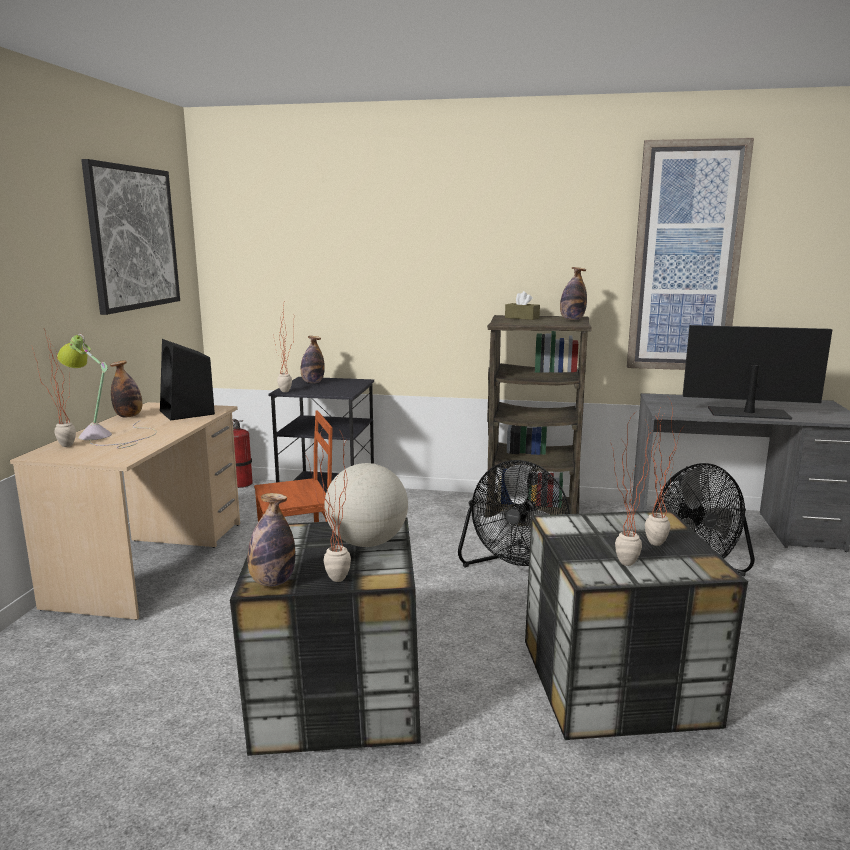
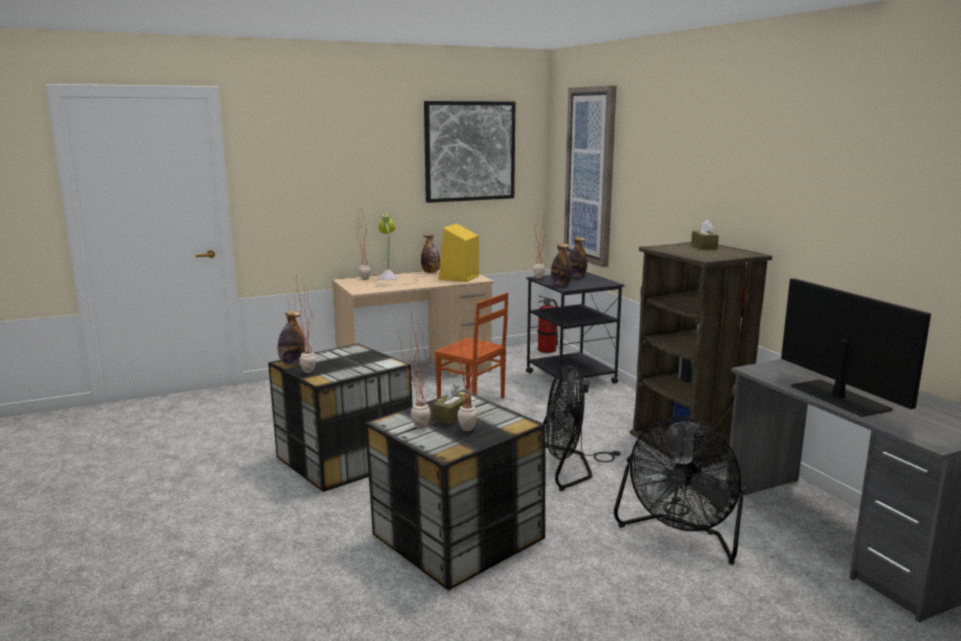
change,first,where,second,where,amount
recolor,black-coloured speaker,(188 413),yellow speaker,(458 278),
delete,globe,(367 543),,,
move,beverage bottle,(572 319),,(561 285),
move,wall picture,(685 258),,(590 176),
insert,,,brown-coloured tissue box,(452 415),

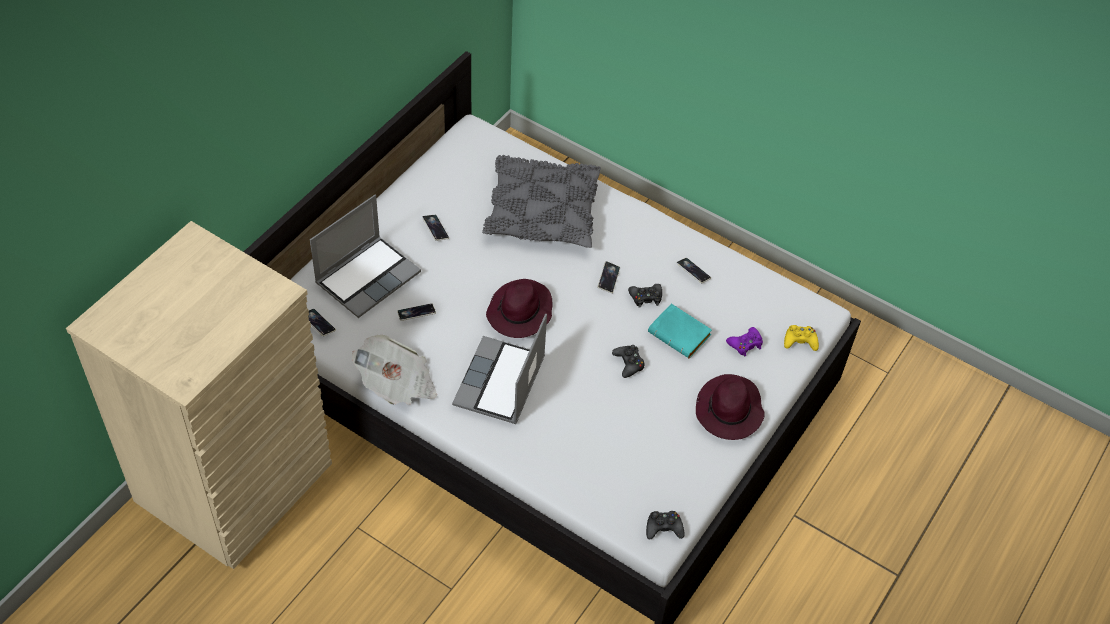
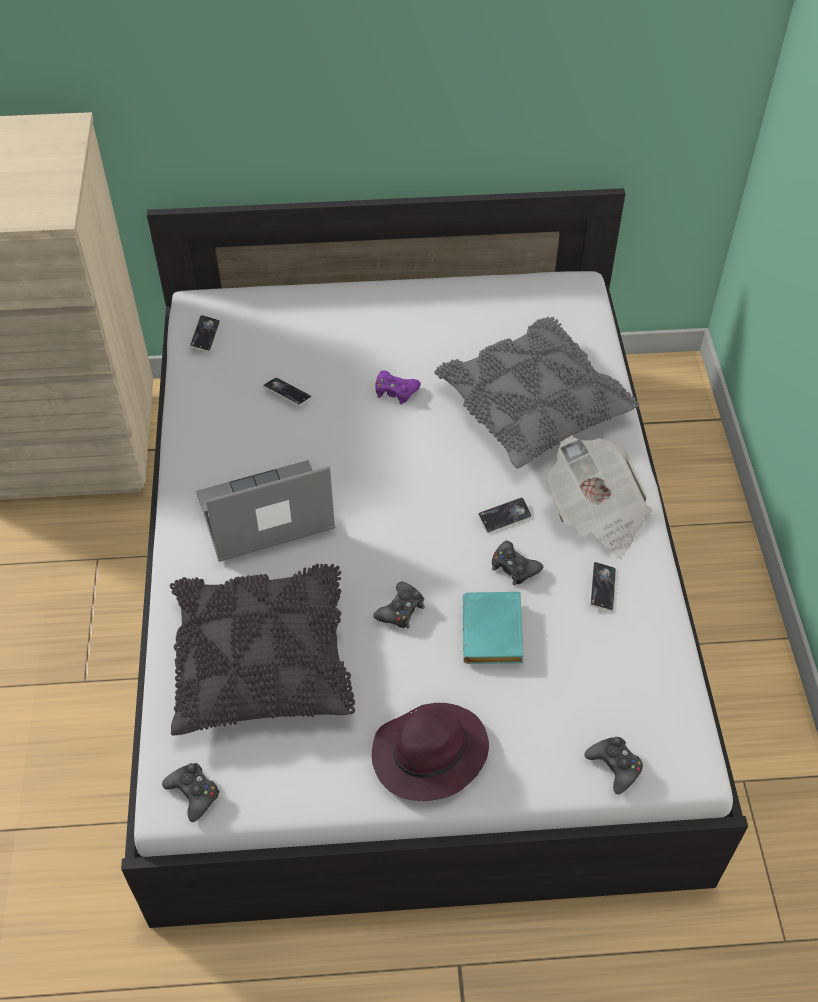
change,first,where,second,where,amount
delete,portable computer,(368 277),,,
move,newspaper,(397 384),,(597 513),
delete,phone,(435 229),,,
delete,purplish wearable hat,(520 312),,,
move,purplish gamepad,(745 344),,(395 391),
recolor,yellow gamepad,(800 341),black-coloured gamepad,(615 766),
insert,,,black-coloured cushion,(262 661),

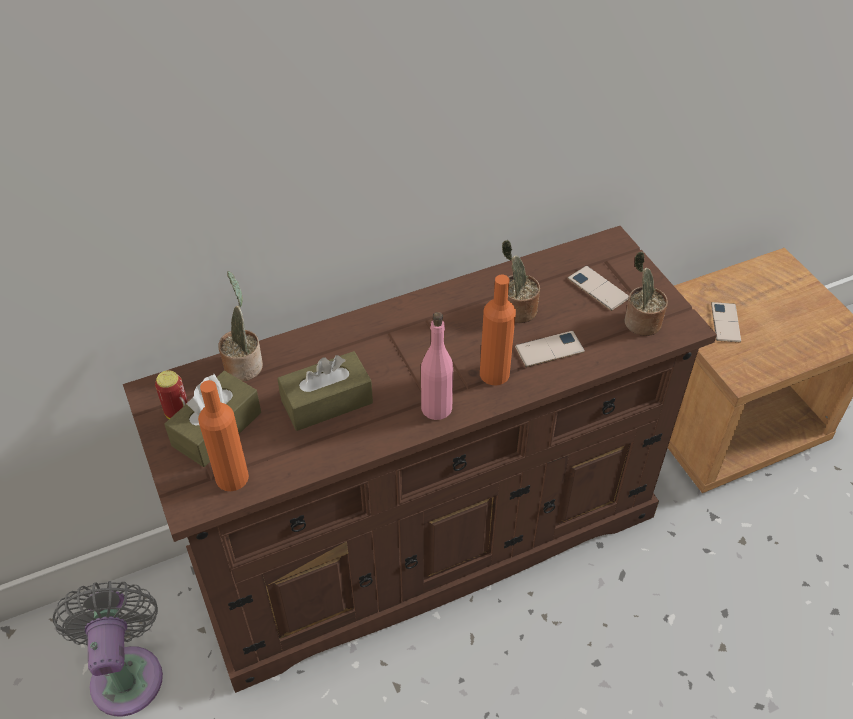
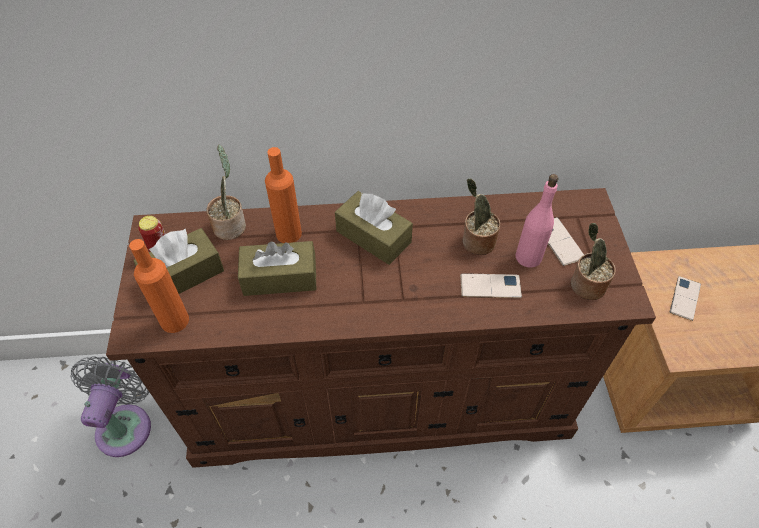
change,first,where,second,where,amount
move,pink beverage bottle,(436 407),,(528 256),
move,orange beverage bottle,(494 373),,(288 233),
insert,,,brown-coloured tissue box,(373 236),

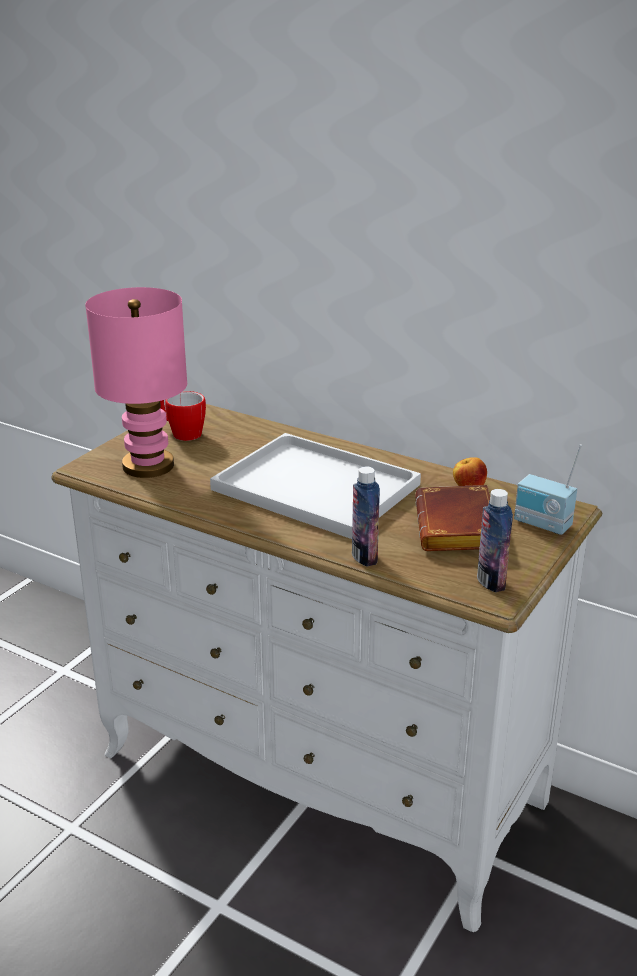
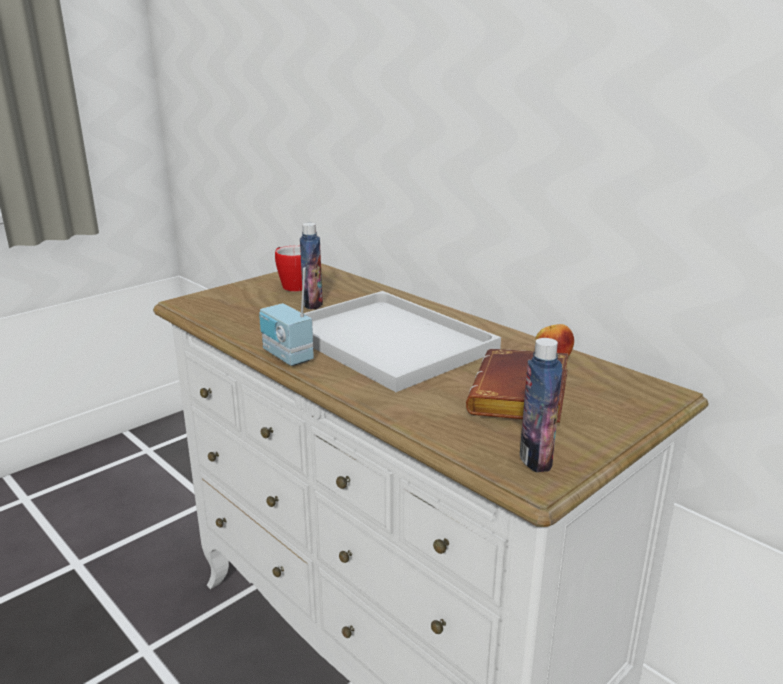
change,first,where,second,where,amount
delete,pink lamp for a table,(149 465),,,
move,beverage bottle,(364 557),,(312 304),
move,radio,(542 525),,(286 356),

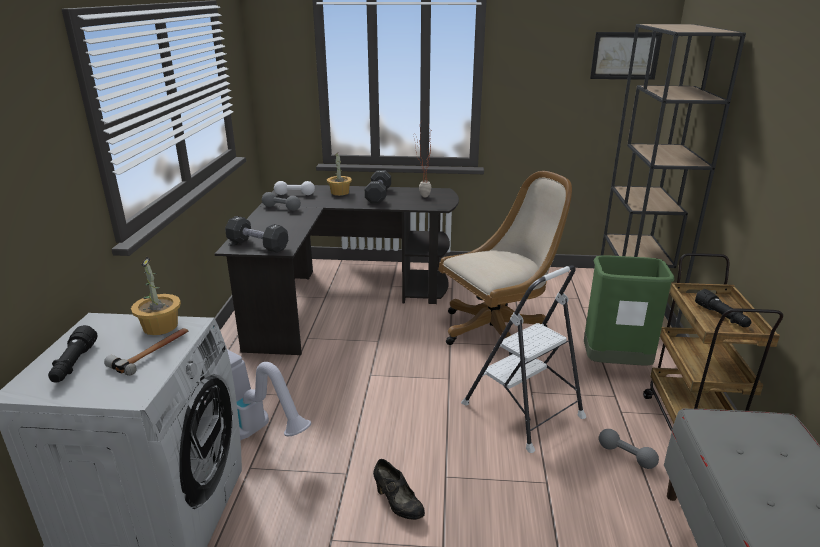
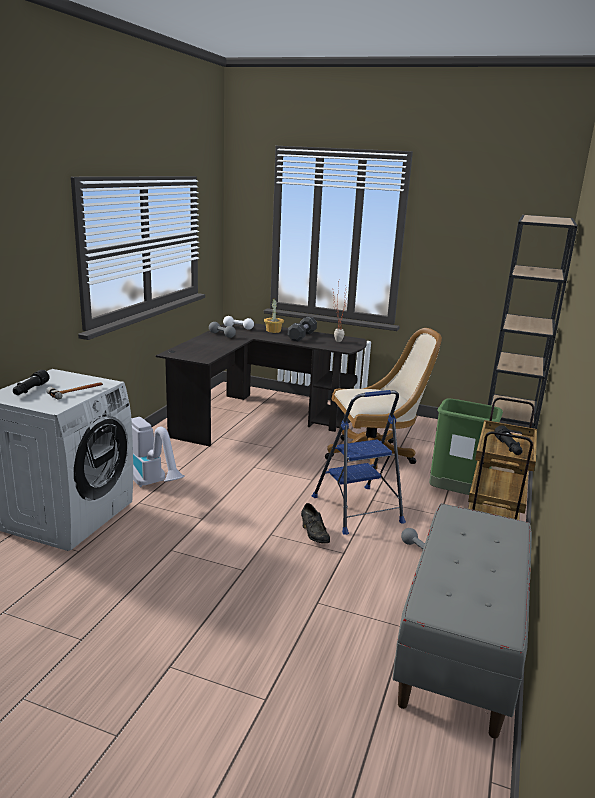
change,first,where,second,where,amount
delete,potted plant,(161 326),,,
delete,black-coloured free weight,(258 245),,,
move,black-coloured shoe,(397 503),,(314 535),
recolor,whitish stepladder,(525 411),blue stepladder,(358 510),
delete,wall picture,(625 55),,,

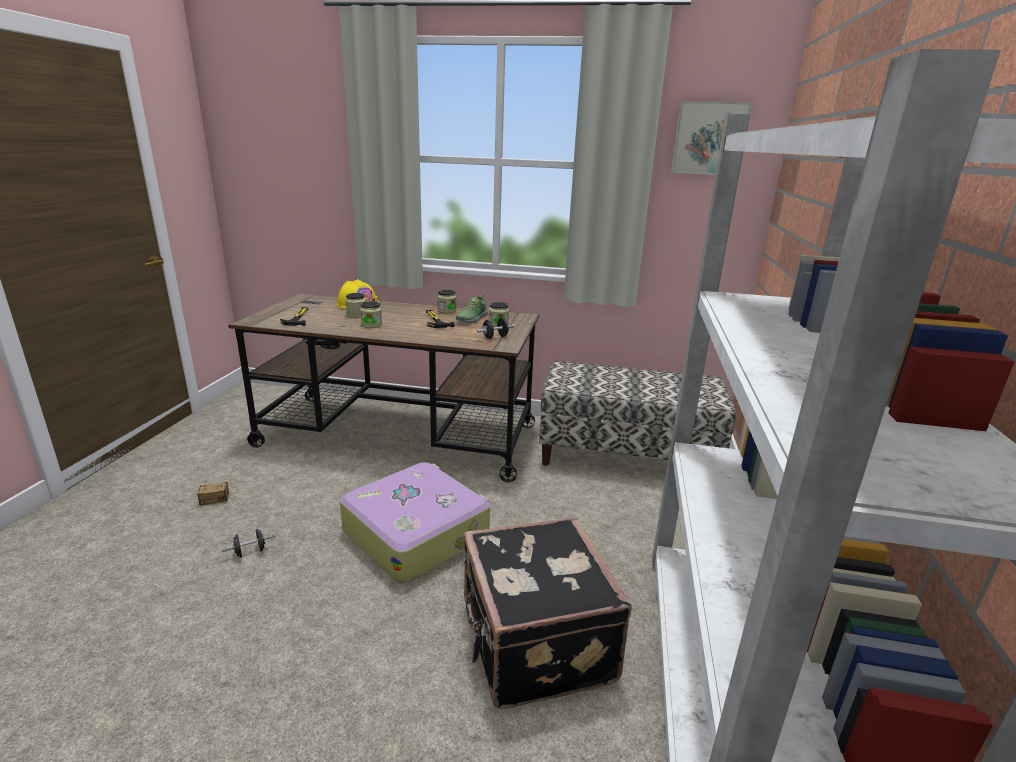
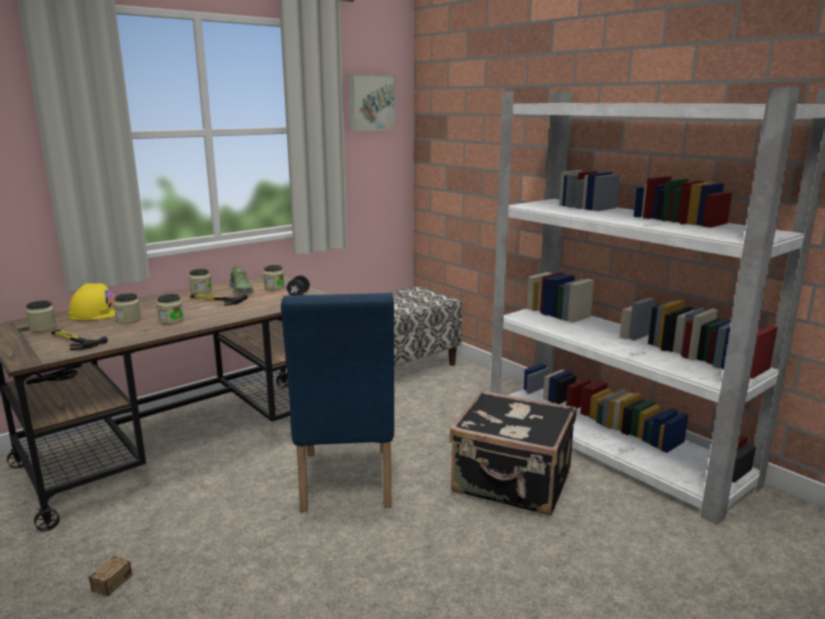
change,first,where,second,where,amount
delete,black-coloured free weight,(250 552),,,
replace,travel case,(417 533),blue chair,(345 485),
insert,,,jar,(43 328),

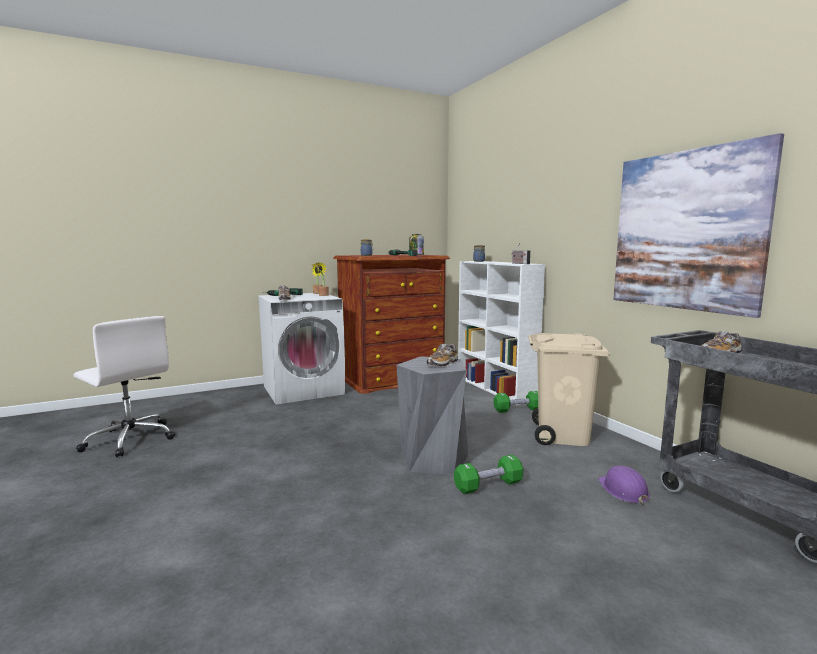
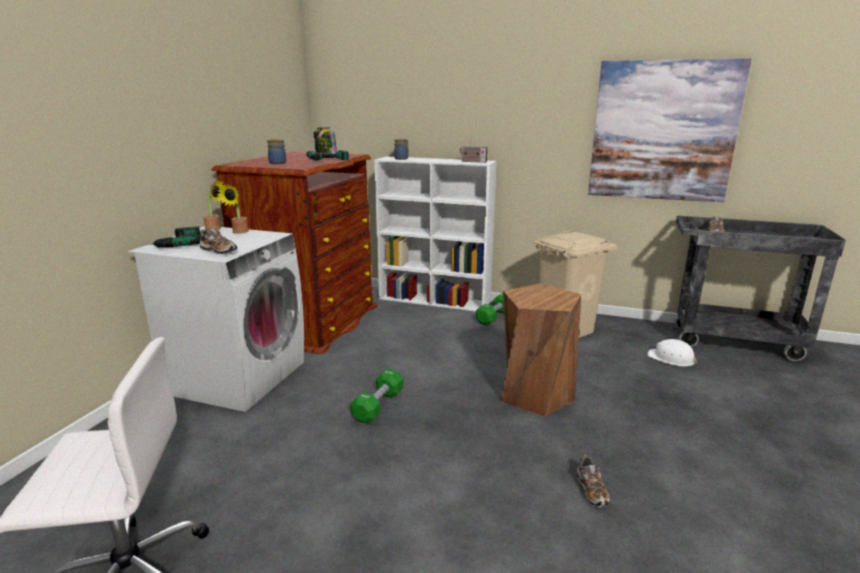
change,first,where,second,where,amount
recolor,gray stool,(433 459),brown-coloured stool,(535 395),
move,shoe,(443 364),,(591 490),
move,greenish free weight,(488 485),,(378 406),
recolor,purplish hard hat,(623 490),whitish hard hat,(671 358),

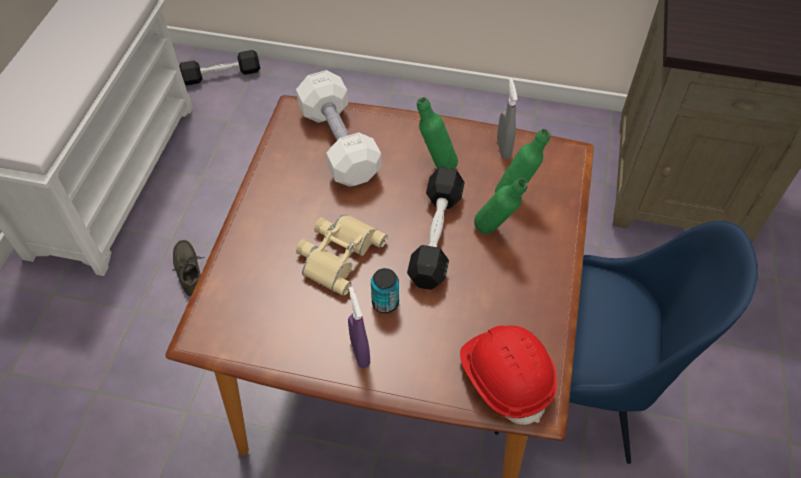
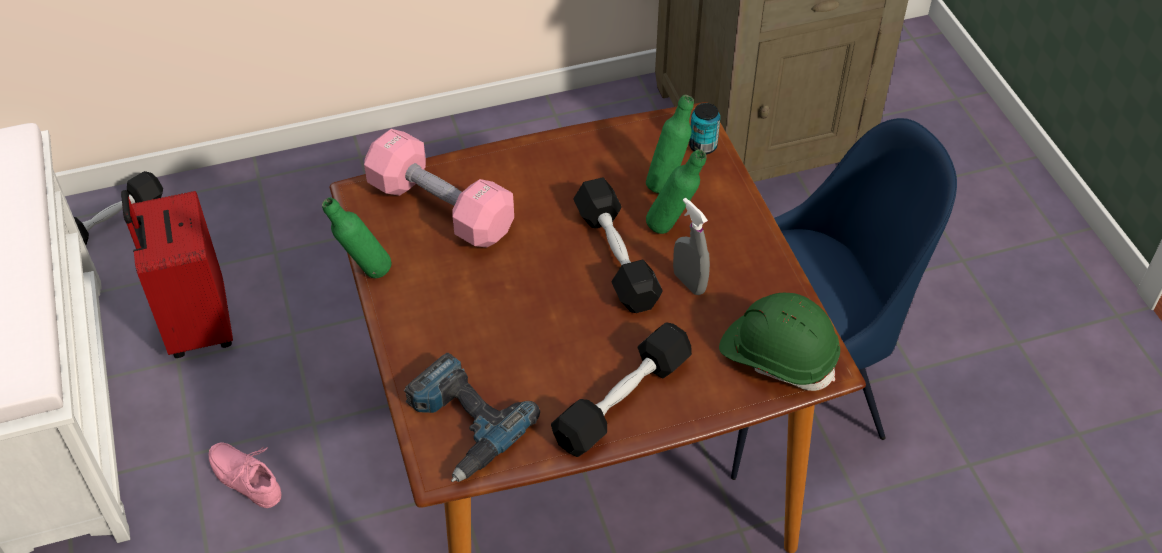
change,first,where,second,where,amount
recolor,gray shoe,(191 270),pink shoe,(248 477),
recolor,whitish free weight,(339 143),pink free weight,(441 208),
delete,sand-coloured pair of binoculars,(337 254),,,
replace,purplish spray bottle,(360 352),black-coloured free weight,(622 401),
move,metal can,(385 303),,(703 146),
move,greenish beverage bottle,(436 165),,(364 273),
recolor,red-coloured hard hat,(505 377),greenish hard hat,(778 356),
move,gray spray bottle,(503 148),,(689 282),
insert,,,red-coloured travel case,(196 326),
insert,,,power drill,(462 425),

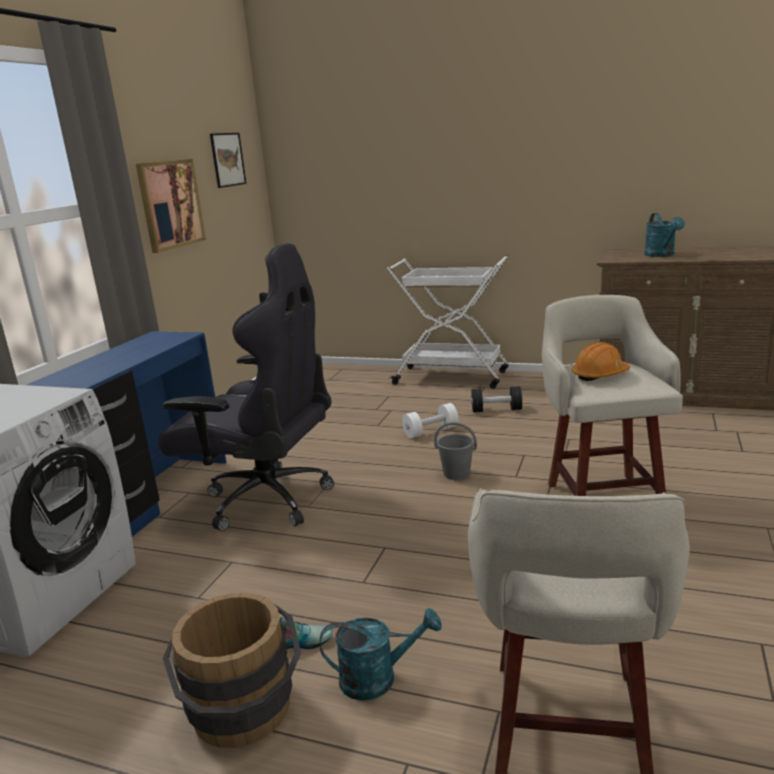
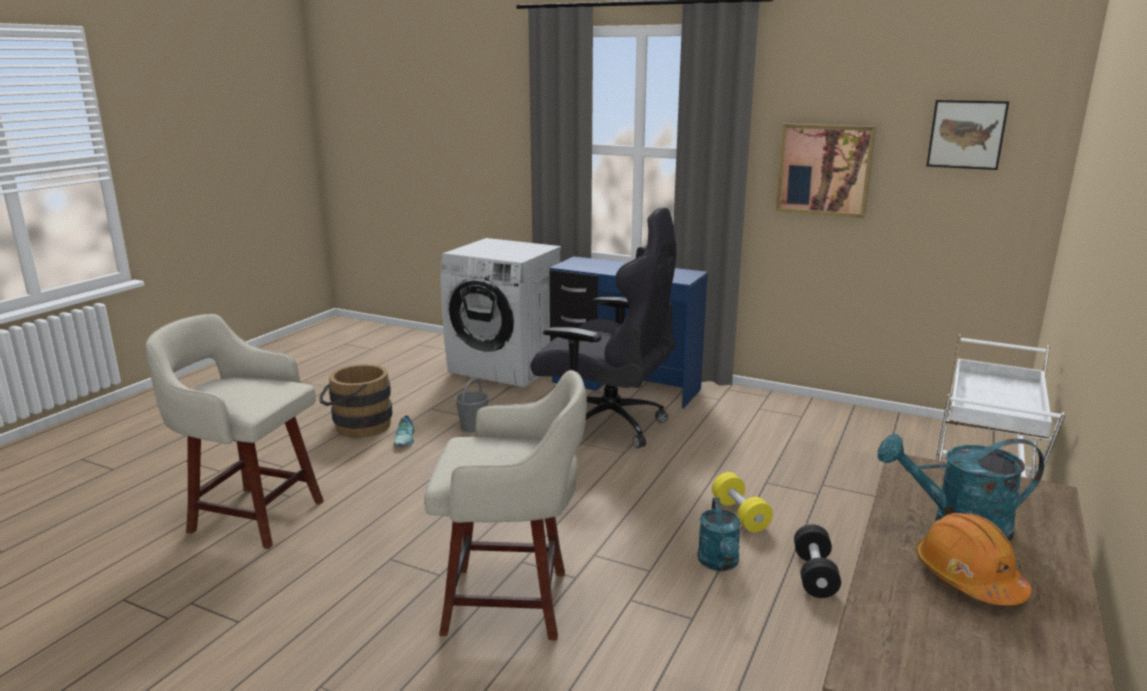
change,first,where,second,where,amount
rotate,black-coloured office chair,(260 500),,(603 424),90 degrees counterclockwise
move,blue-green watering can,(378 678),,(719 563),
recolor,whitish free weight,(431 431),yellow free weight,(740 515),
move,gray bucket,(457 474),,(473 427),
move,orange hard hat,(600 375),,(968 578),

